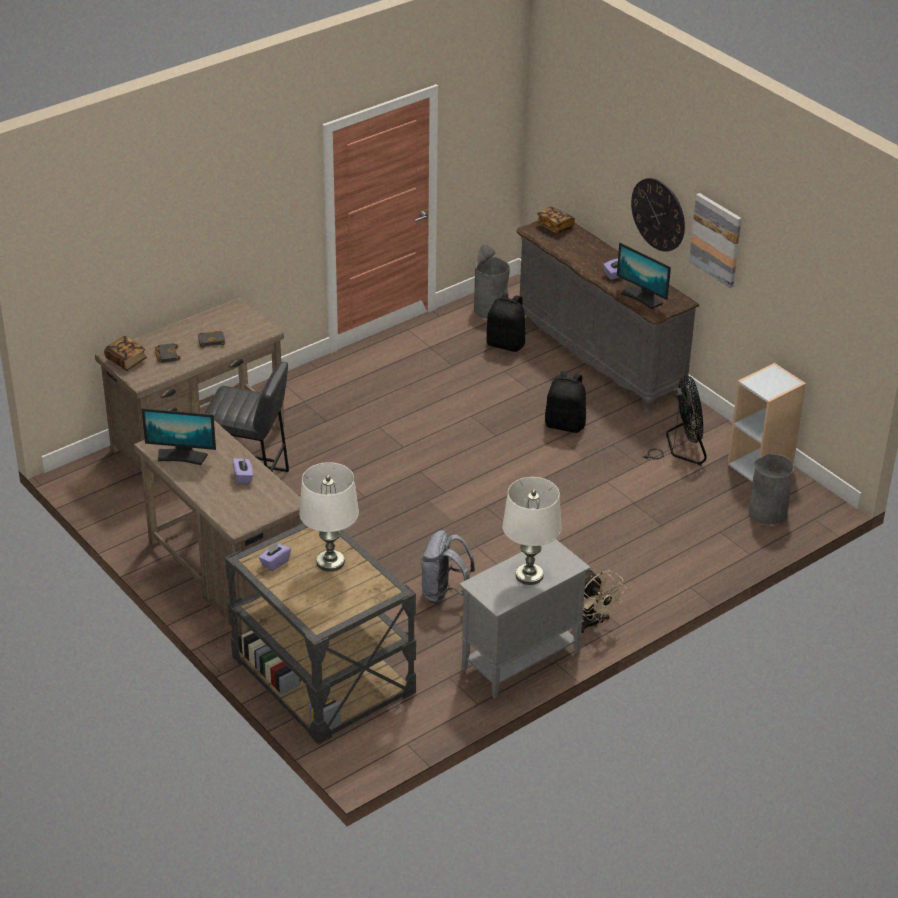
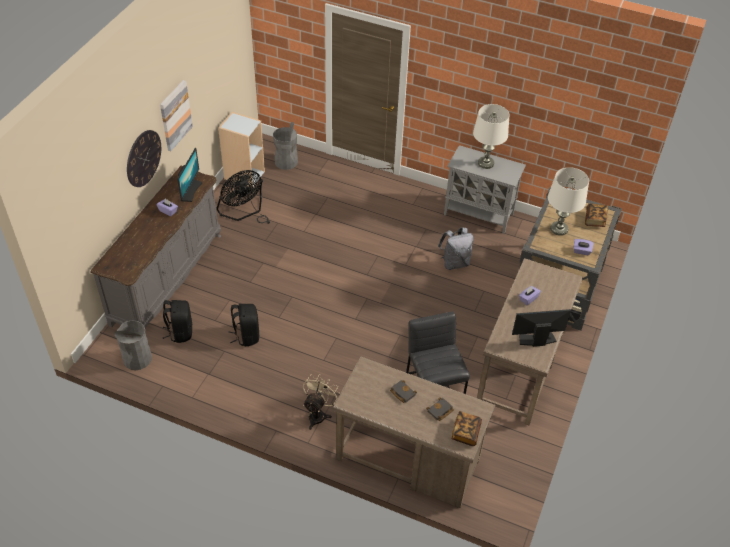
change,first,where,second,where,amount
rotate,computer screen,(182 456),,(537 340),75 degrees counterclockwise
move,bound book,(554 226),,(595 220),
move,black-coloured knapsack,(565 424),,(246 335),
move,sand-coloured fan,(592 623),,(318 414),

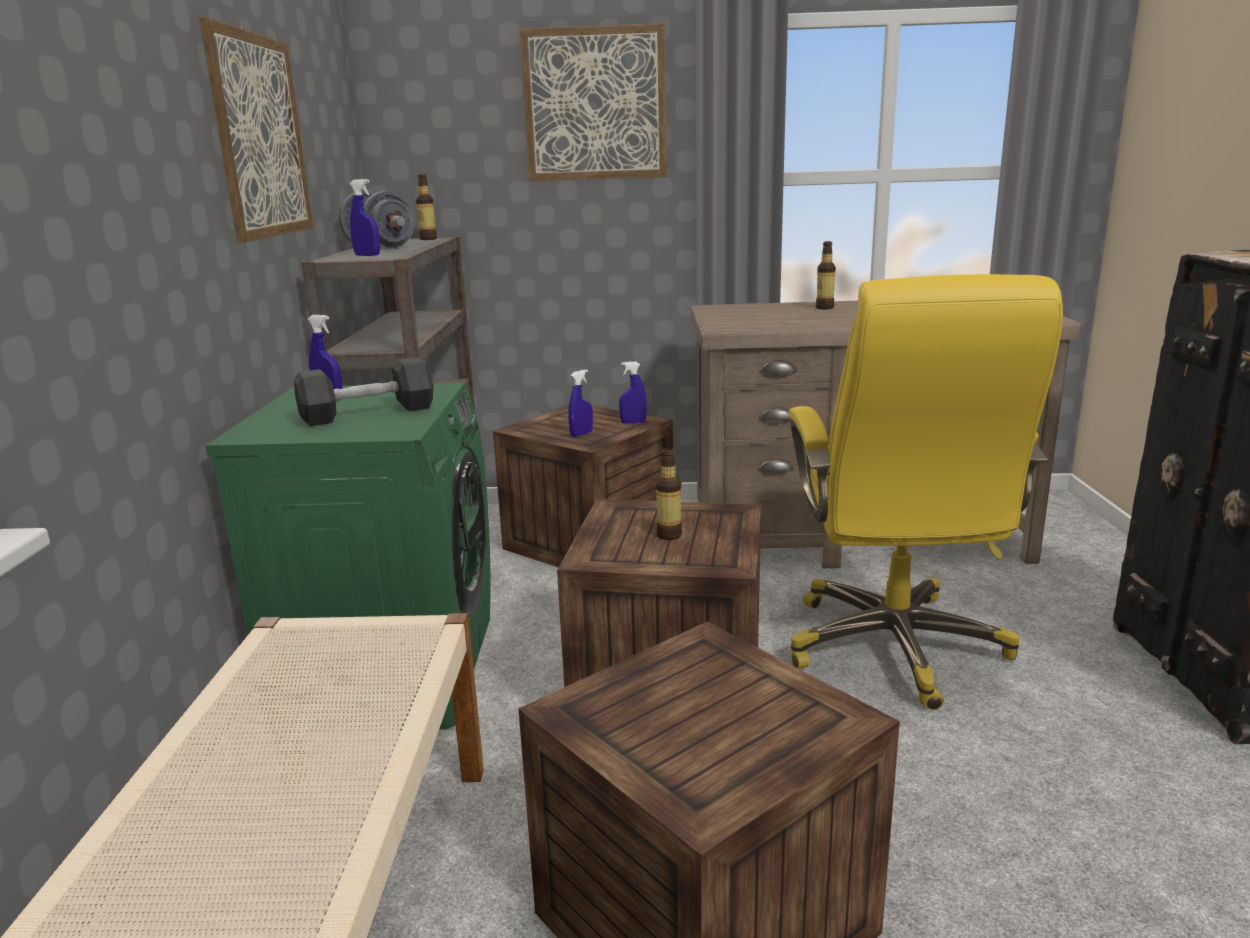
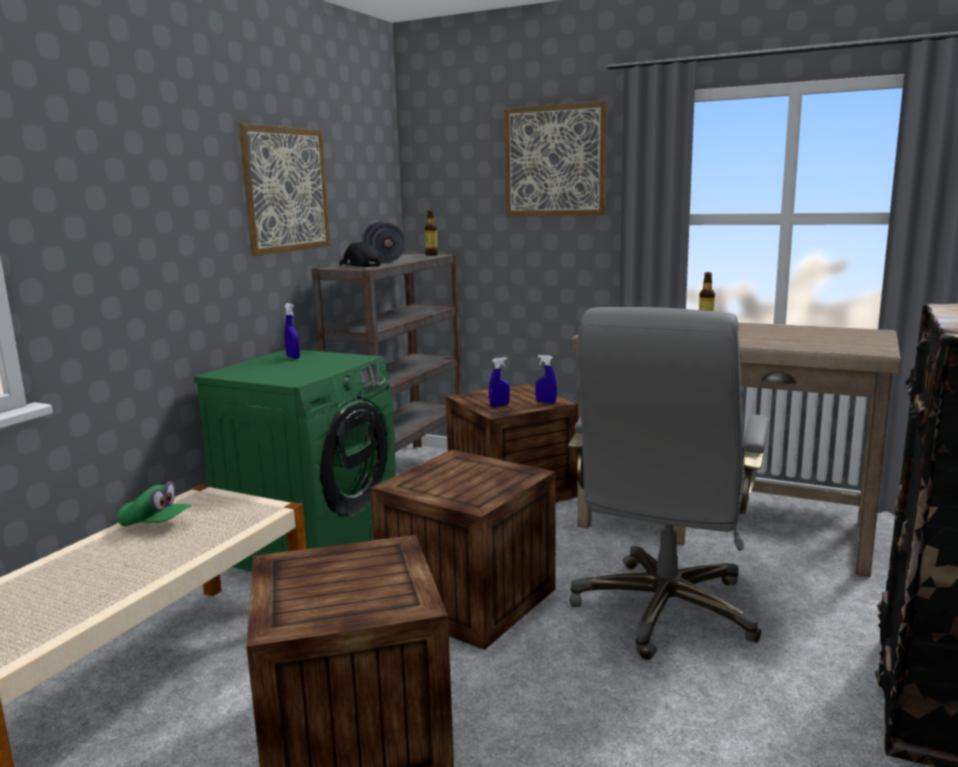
change,first,where,second,where,amount
delete,black-coloured free weight,(368 413),,,
replace,blue spray bottle,(367 255),black-coloured baseball cap,(359 266),
delete,beverage bottle,(669 535),,,
recolor,yellow office chair,(891 642),gray office chair,(665 606),
insert,,,greenish baseball cap,(156 524),

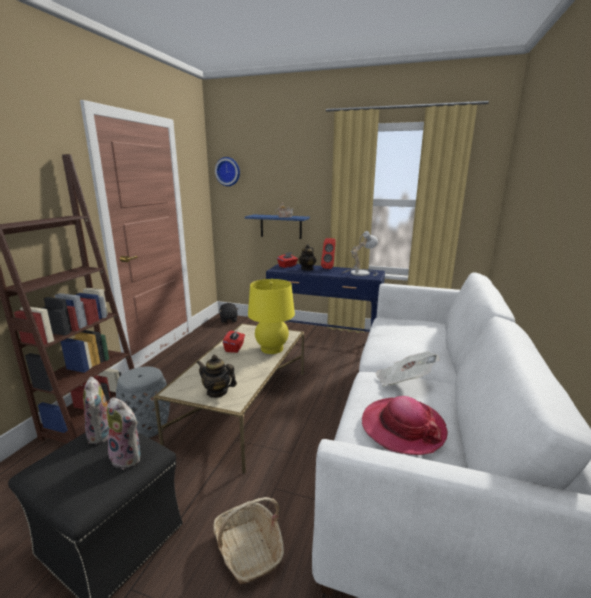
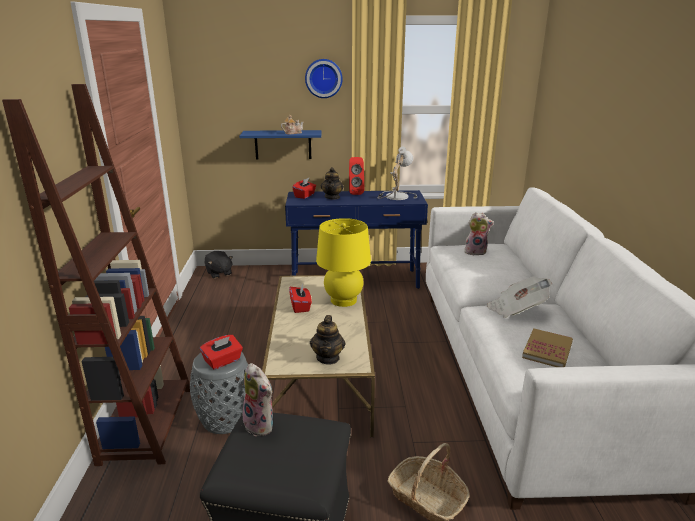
change,first,where,second,where,amount
move,plush toy,(129 457),,(476 252),
rotate,tea pot,(217 392),,(328 358),90 degrees counterclockwise
move,hanging clock,(228 171),,(323 78),
replace,wearable hat,(402 427),bound book,(547 350),
insert,,,red-coloured tissue box,(223 361),

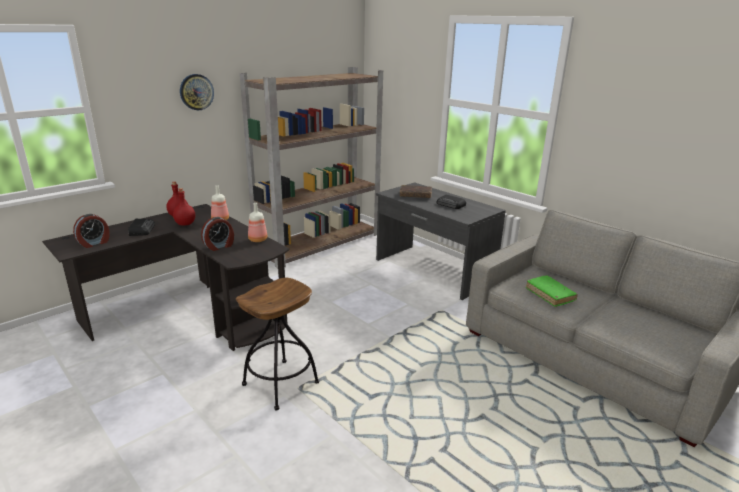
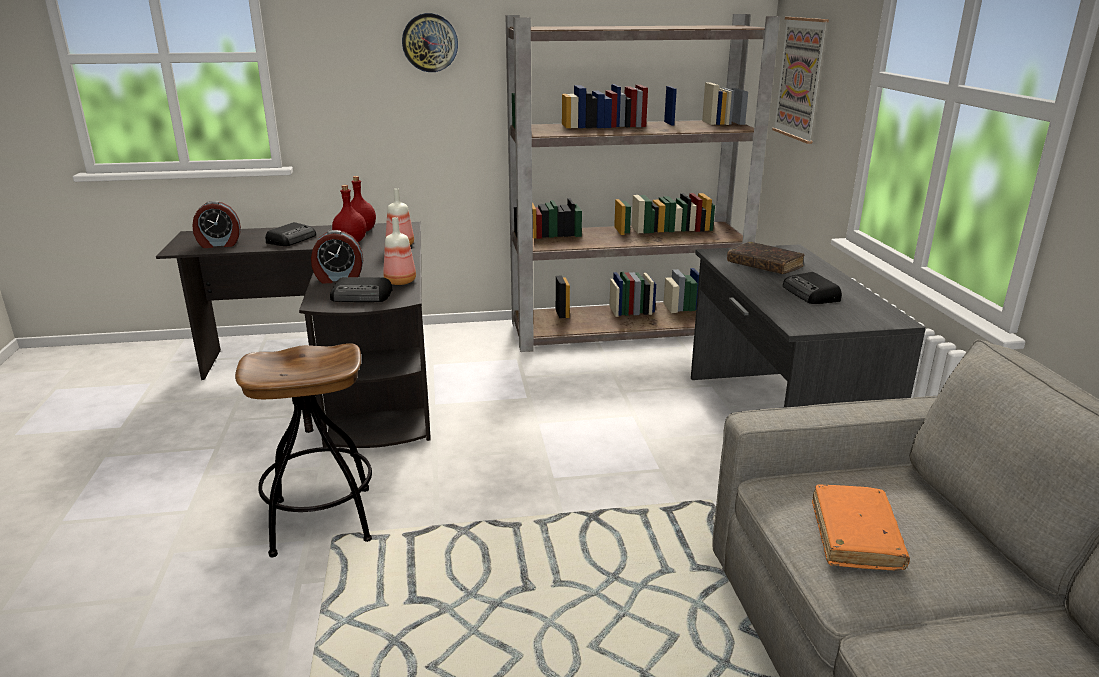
change,first,where,second,where,amount
recolor,greenish bound book,(550 295),orange bound book,(855 536),
insert,,,radio,(362 296),
insert,,,wall picture,(800 79),

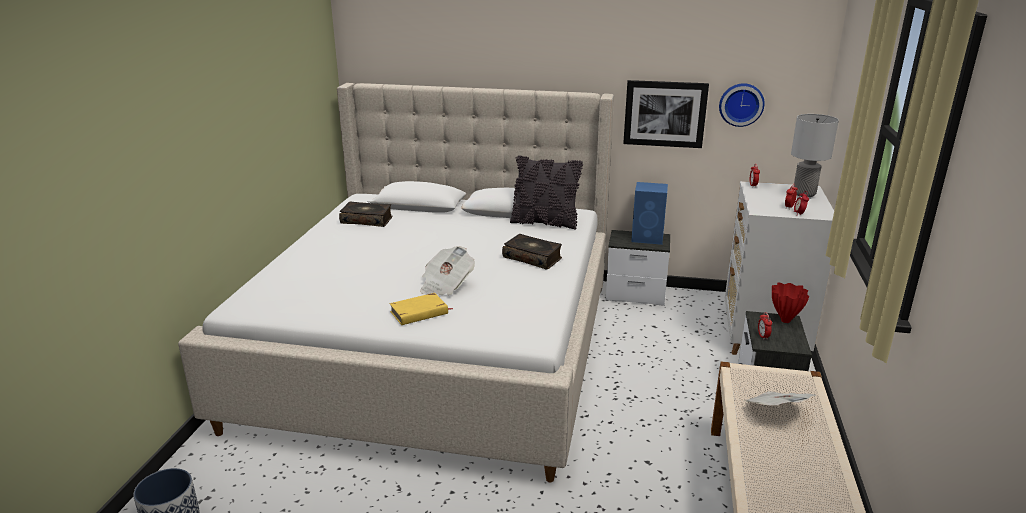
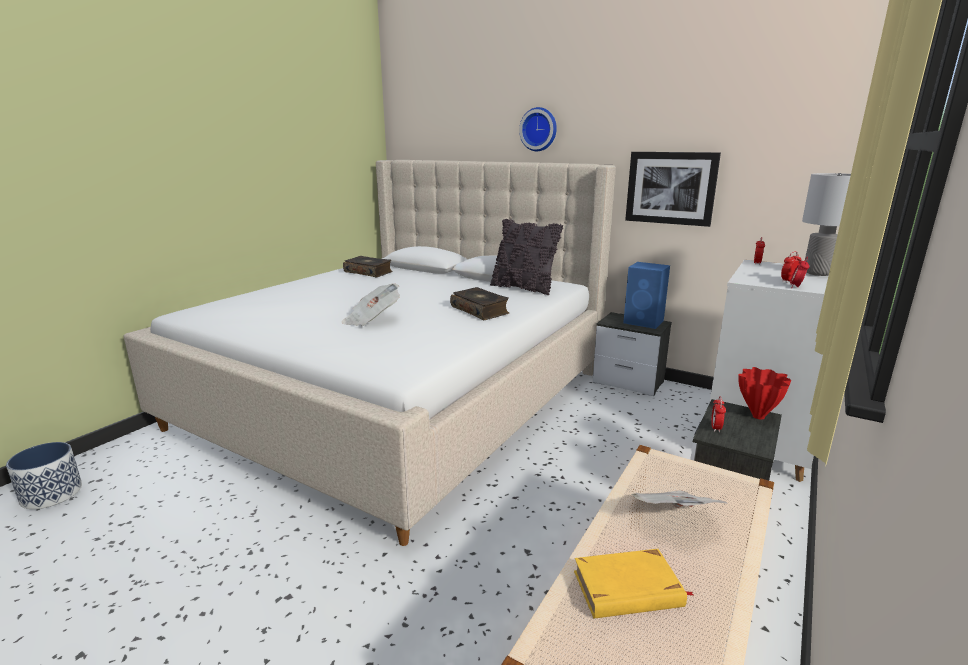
change,first,where,second,where,amount
move,yellow bound book,(419 312),,(628 589),
move,hanging clock,(741 104),,(539 129),

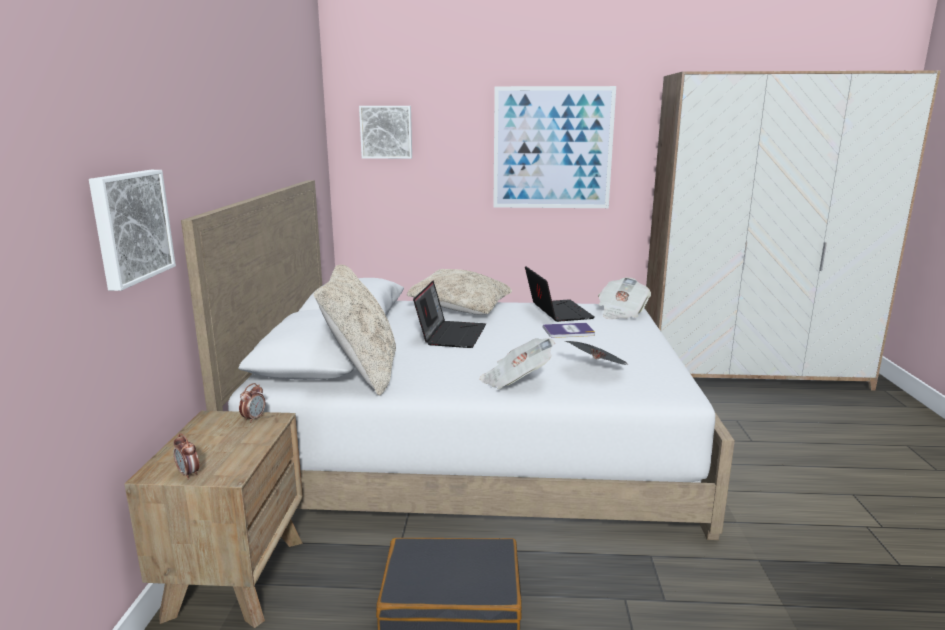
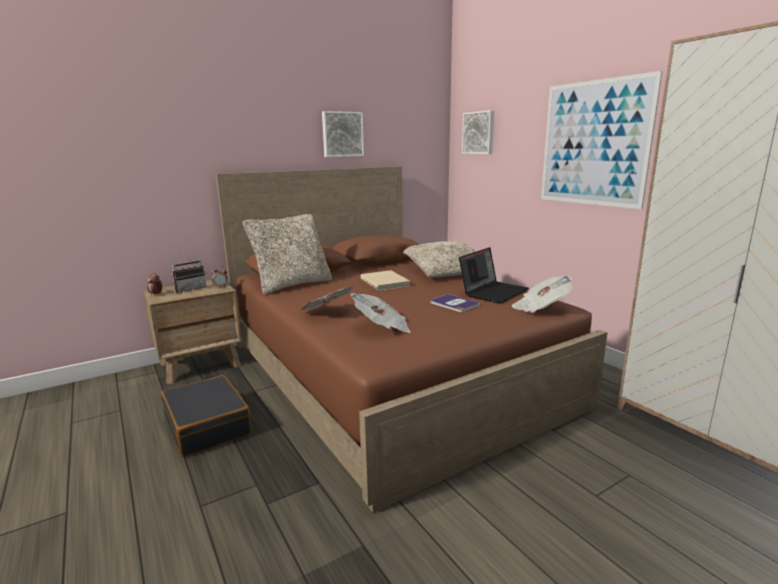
change,first,where,second,where,amount
move,wall picture,(130 226),,(342 134),
recolor,whitish bedroom bed,(475 444),brown-coloured bedroom bed,(391 372),
replace,portable computer,(451 334),sand-coloured bound book,(385 282),
insert,,,radio,(190 288),

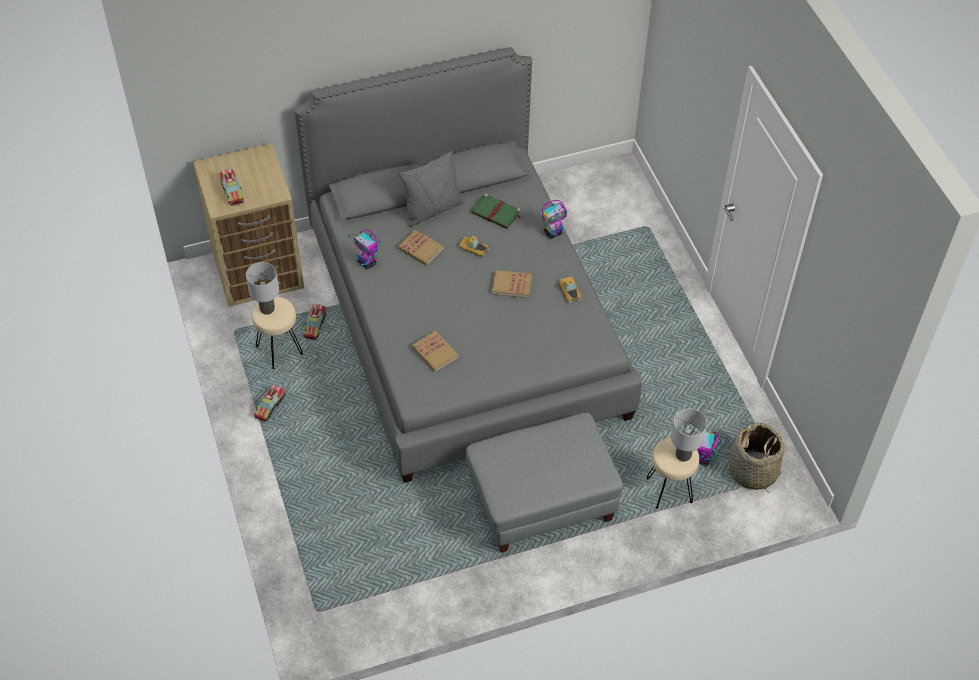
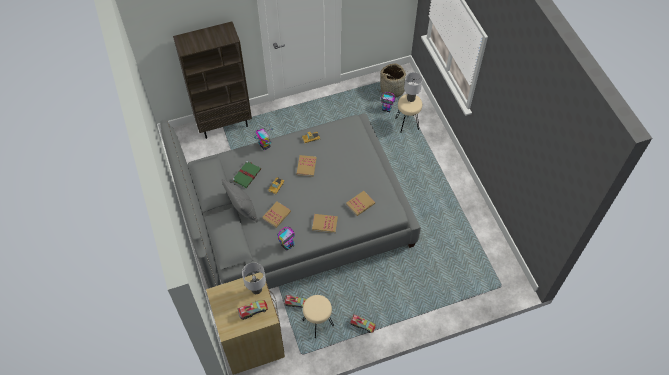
change,first,where,second,where,amount
move,whitish lamp for a table,(267 310),,(257 290),
delete,gray pouffe,(541 501),,,
insert,,,brown-coloured shelving unit,(224 124),
insert,,,bound book,(324 224),

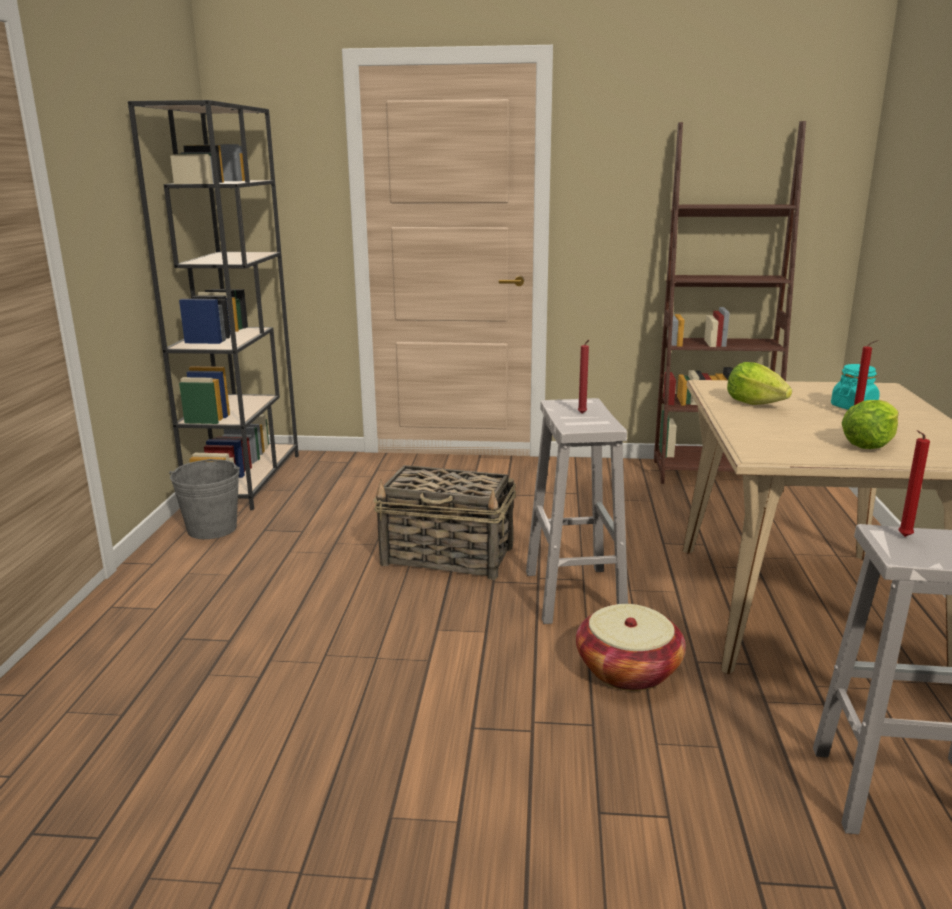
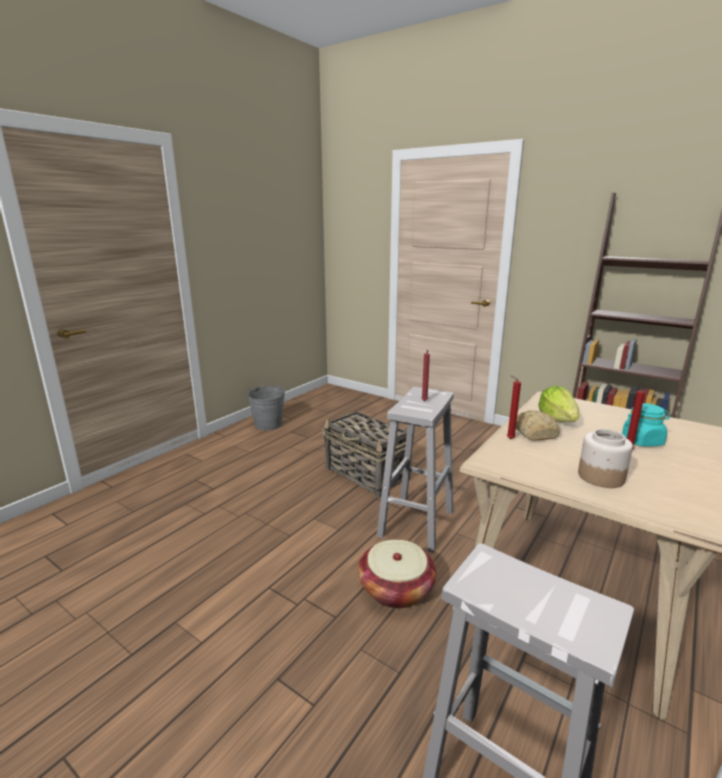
change,first,where,second,where,amount
delete,shelving unit,(245 479),,,
replace,lettuce,(868 444),jar,(600 477),
move,red-coloured wax light,(903 537),,(509 439),
insert,,,baked bread,(534 433),

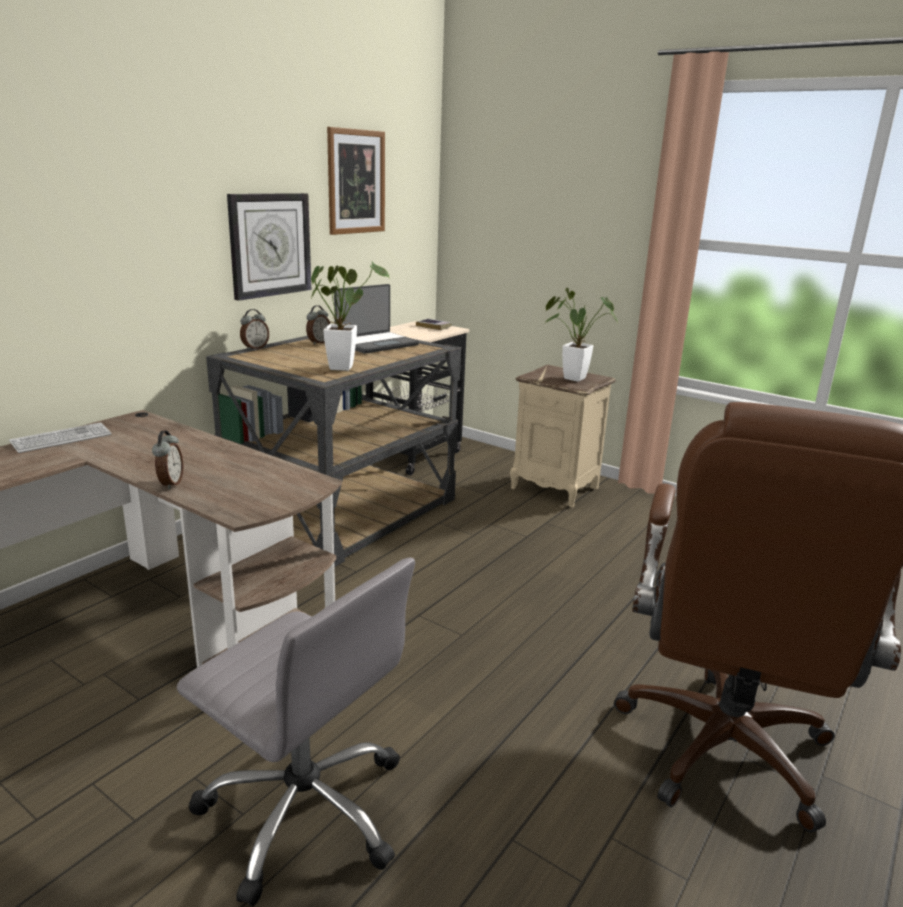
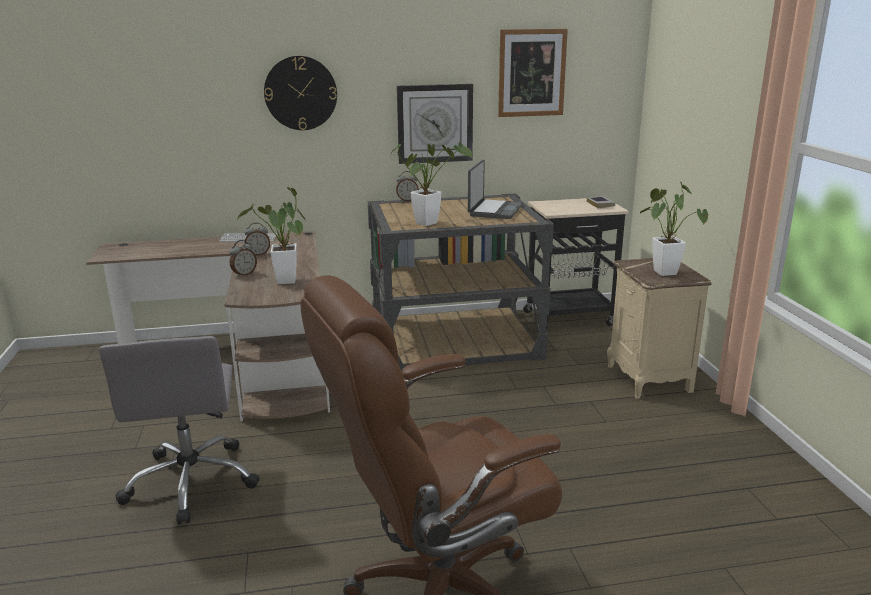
change,first,where,second,where,amount
move,table clock,(318 342),,(258 254),
rotate,portable computer,(376 344),,(494 210),75 degrees counterclockwise
insert,,,potted plant,(286 283),
insert,,,hanging clock,(300 93),

